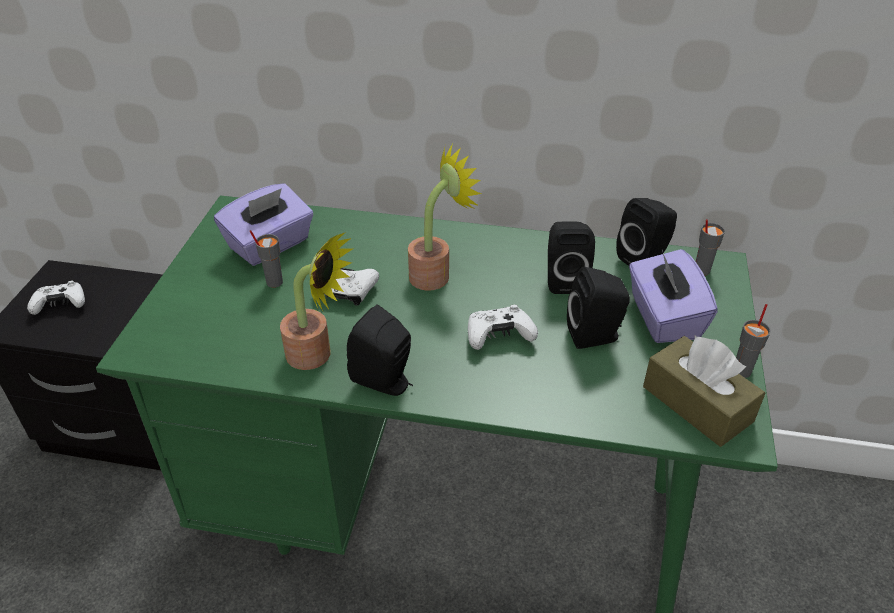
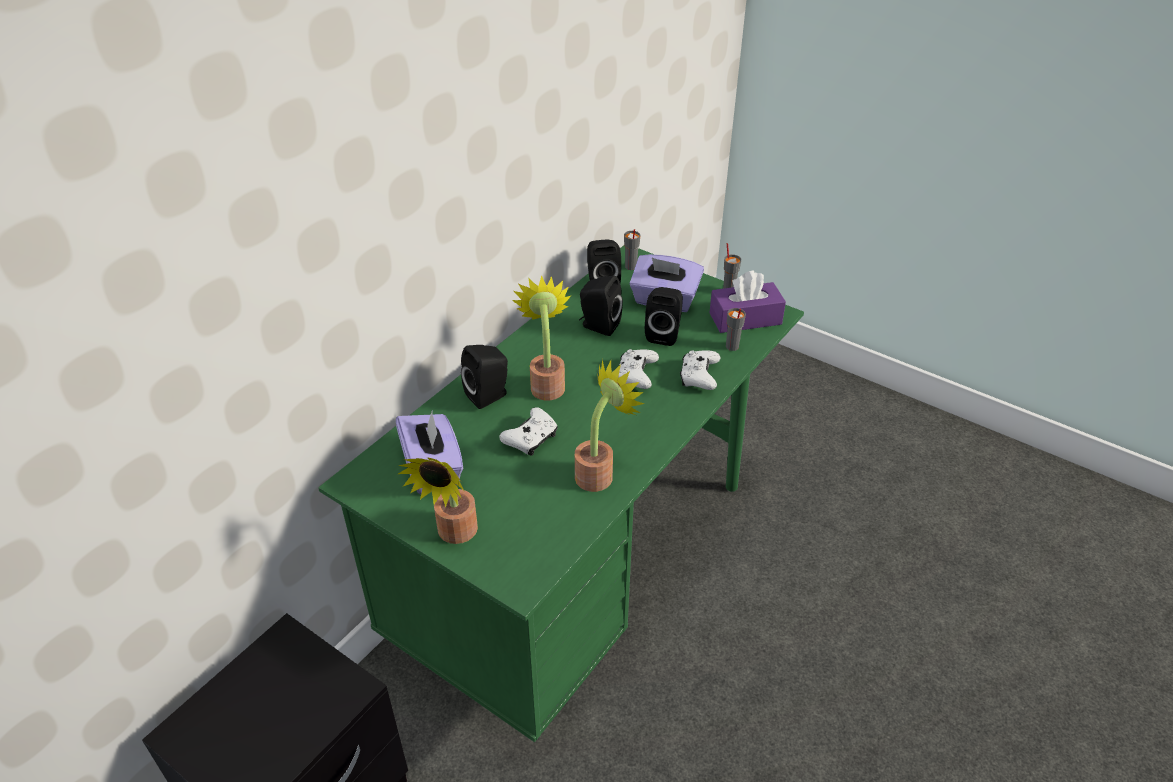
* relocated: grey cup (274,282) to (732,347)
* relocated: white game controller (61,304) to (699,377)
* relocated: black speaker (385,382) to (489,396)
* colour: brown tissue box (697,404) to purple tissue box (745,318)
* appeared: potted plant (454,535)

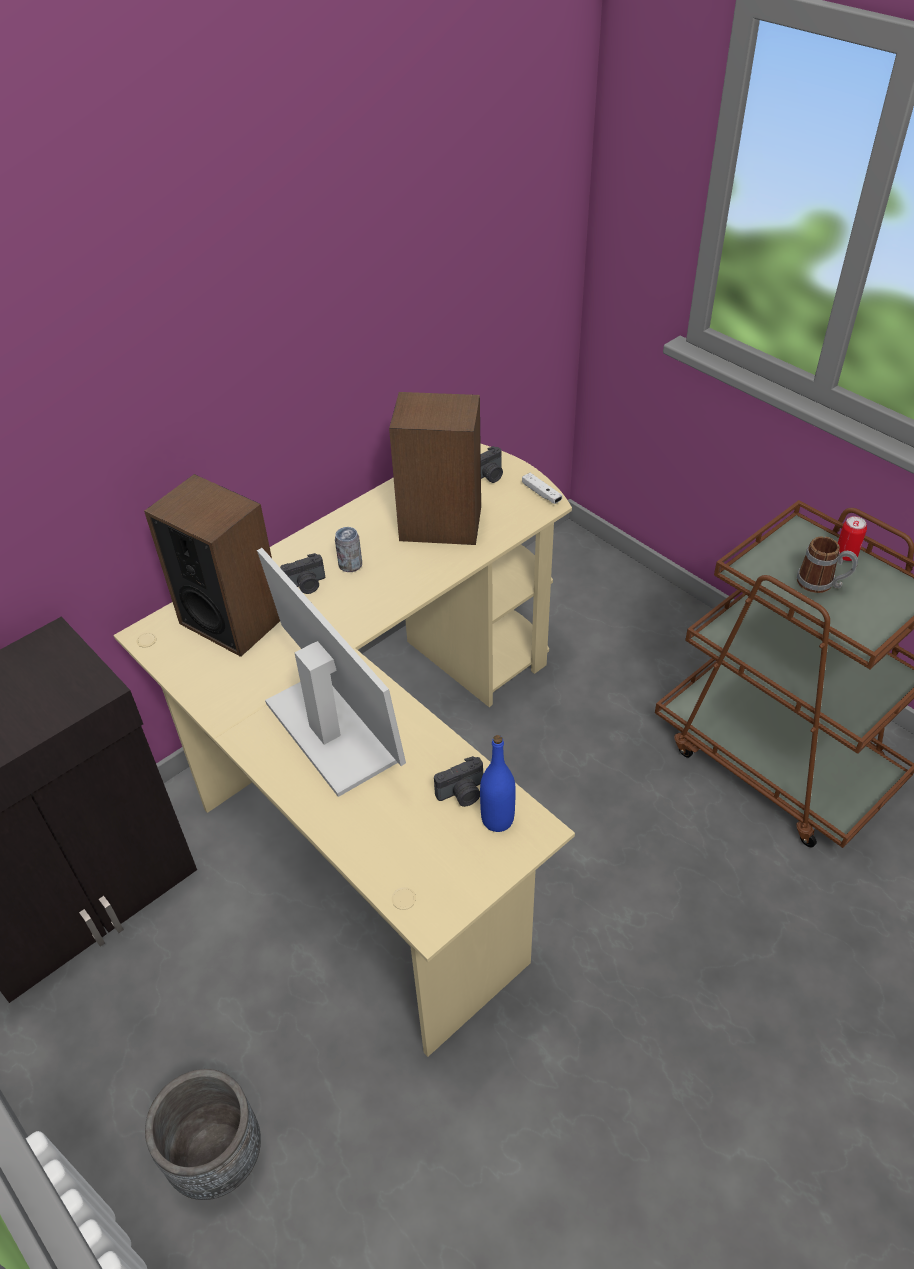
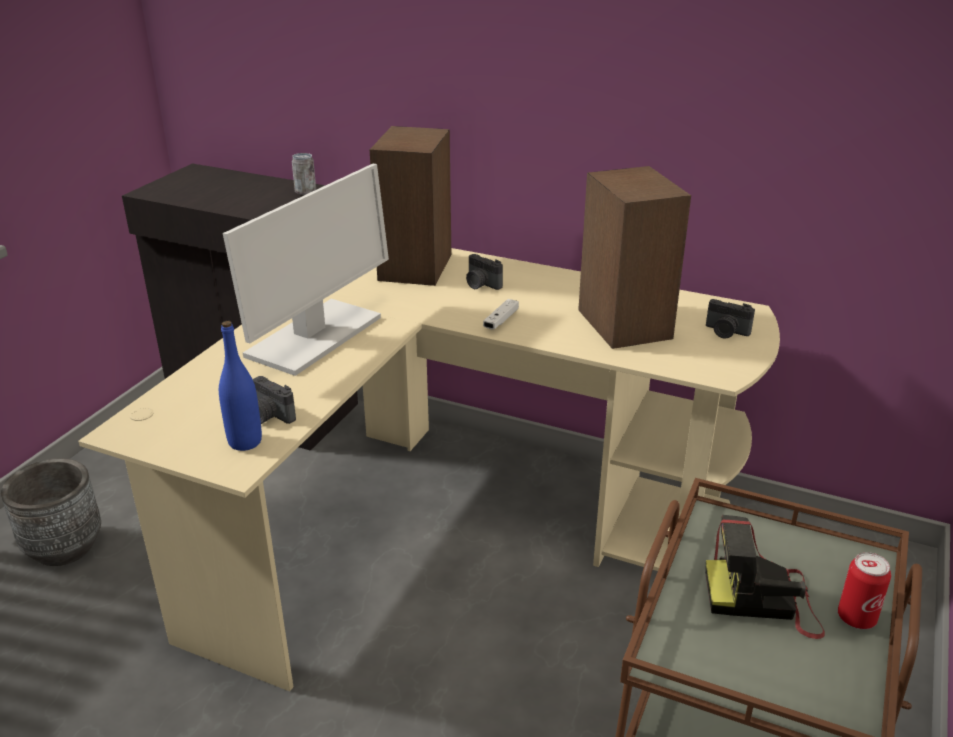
* relocated: white game controller (541,493) to (501,320)
* relocated: can (350,565) to (305,191)
* exchanged: mug (822,584) to photo camera (763,600)

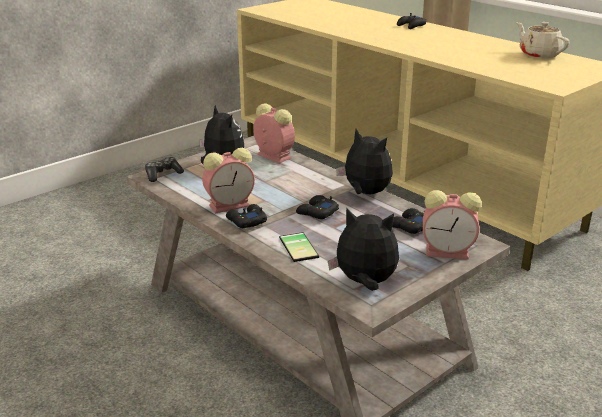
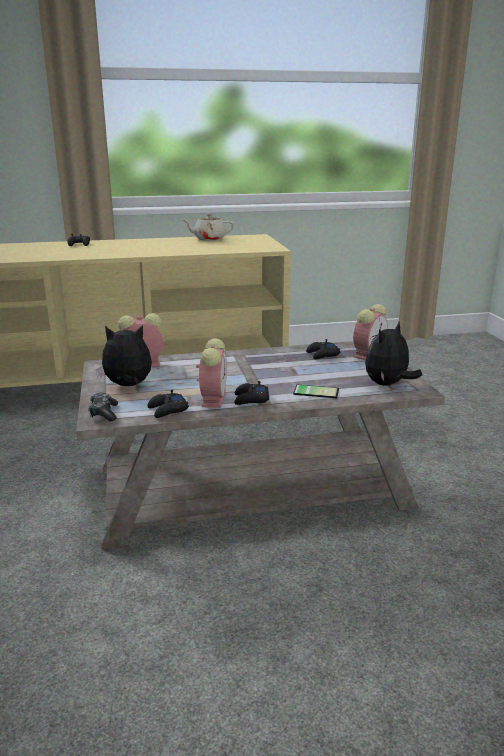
* missing: plush toy (365,193)
* relocated: black game controller (317,212) to (167,410)

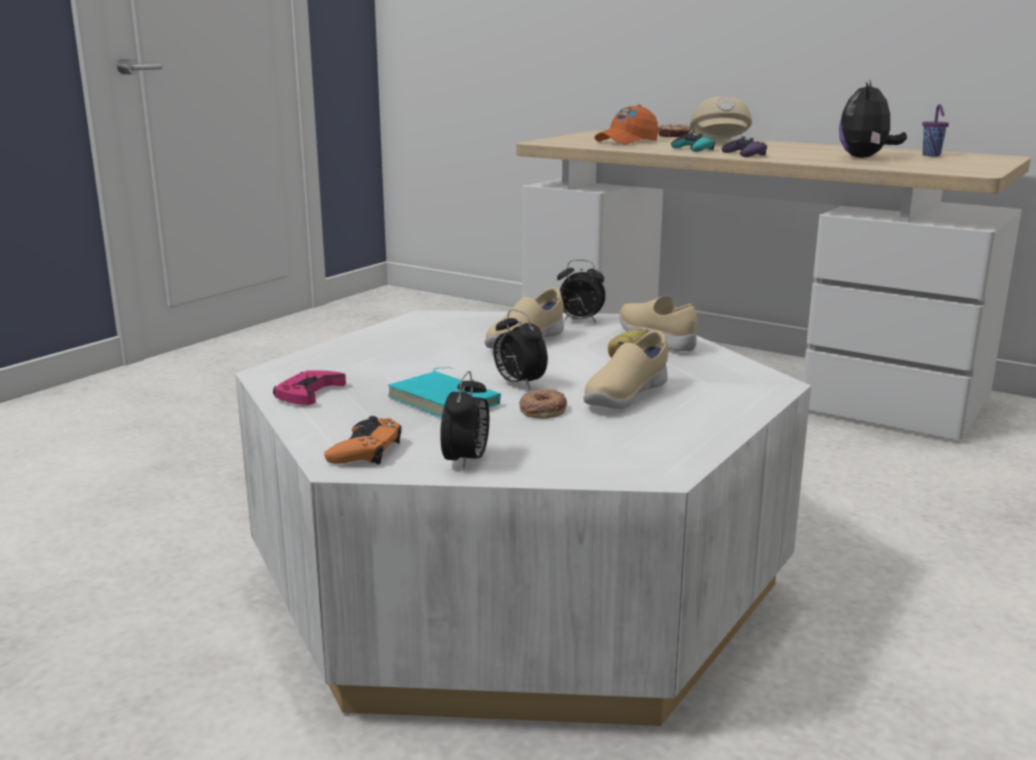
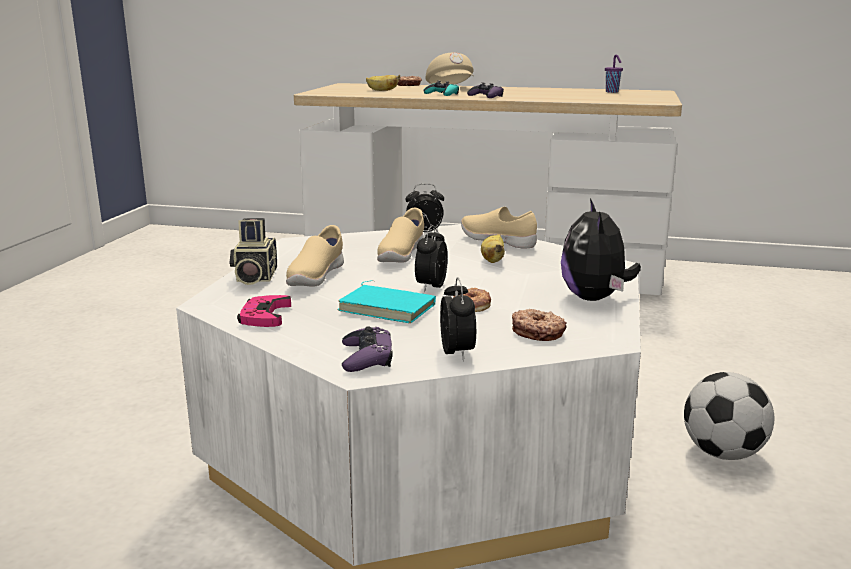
* relocated: plush toy (865,158) to (595,298)
* exchanged: orange cap (627,142) to banana (381,90)
* spun: alarm clock (518,384) = (431,287) 75 degrees clockwise
* relocated: beige shoe (625,397) to (315,278)
* colour: orange game controller (365,451) to purple game controller (366,357)
* appeared: photo camera (253,277)
* appeared: donut (537,332)
* appeared: football (723,454)

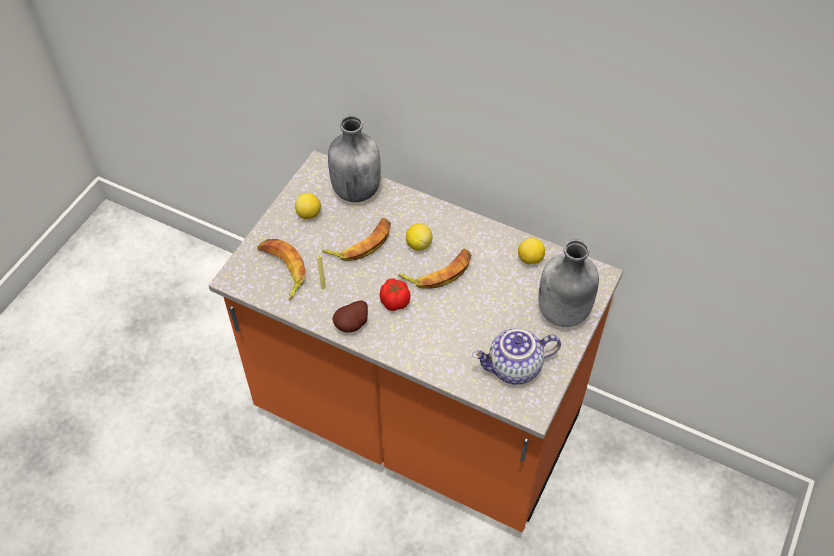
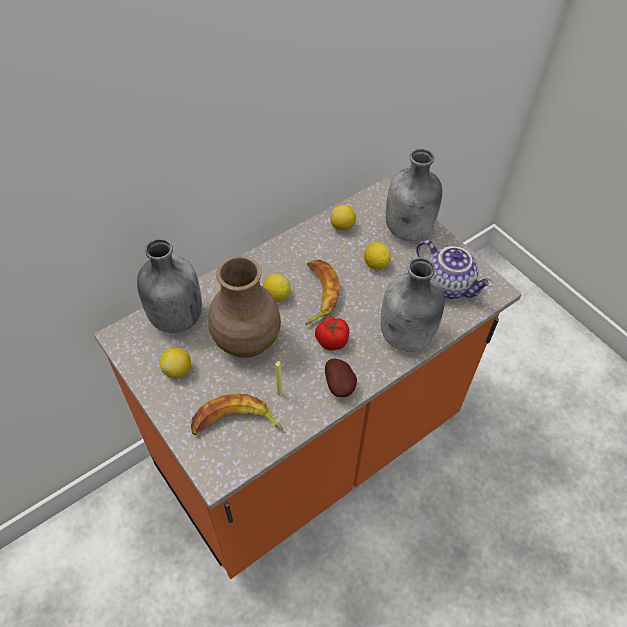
* exchanged: banana (361,243) to brown vase (245,340)
* spun: teapot (514,368) = (449,285) 60 degrees counterclockwise
* appeared: lemon (376,264)
* appeared: grey bottle (407,336)

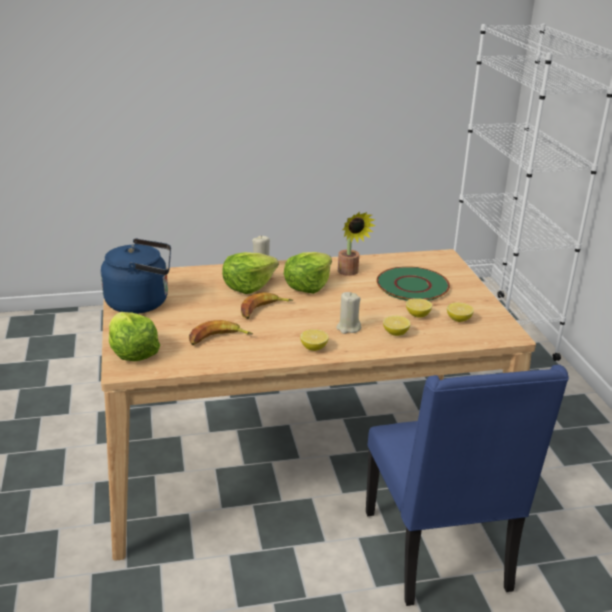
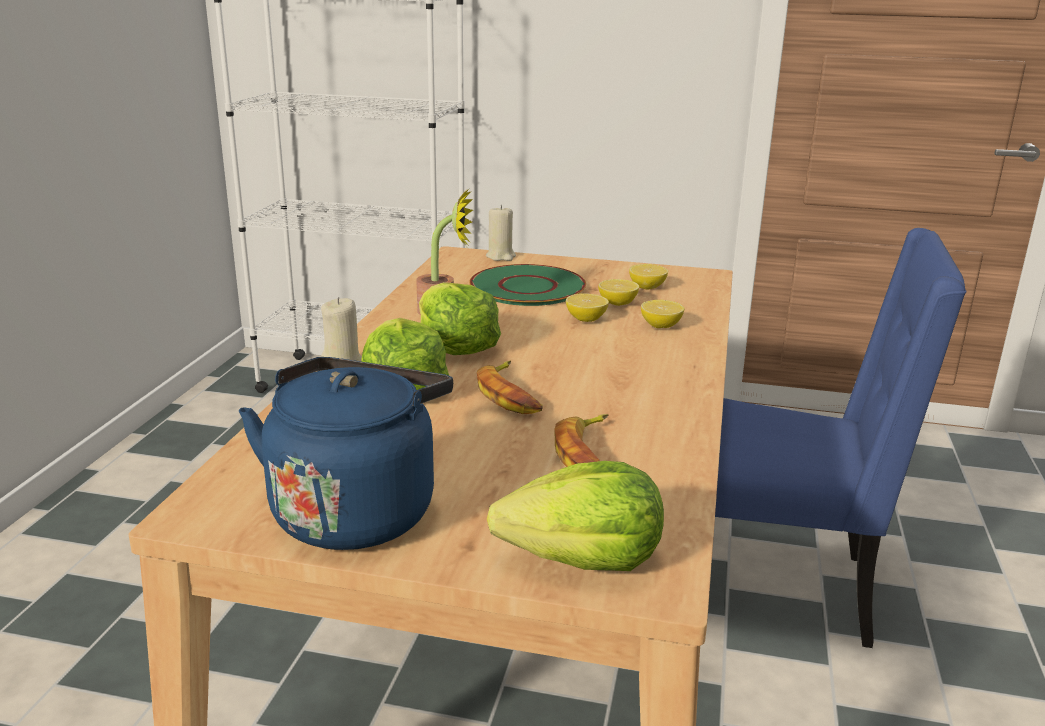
* relocated: beige candle (348,328) to (501,256)
* relocated: lemon (314,348) to (586,319)

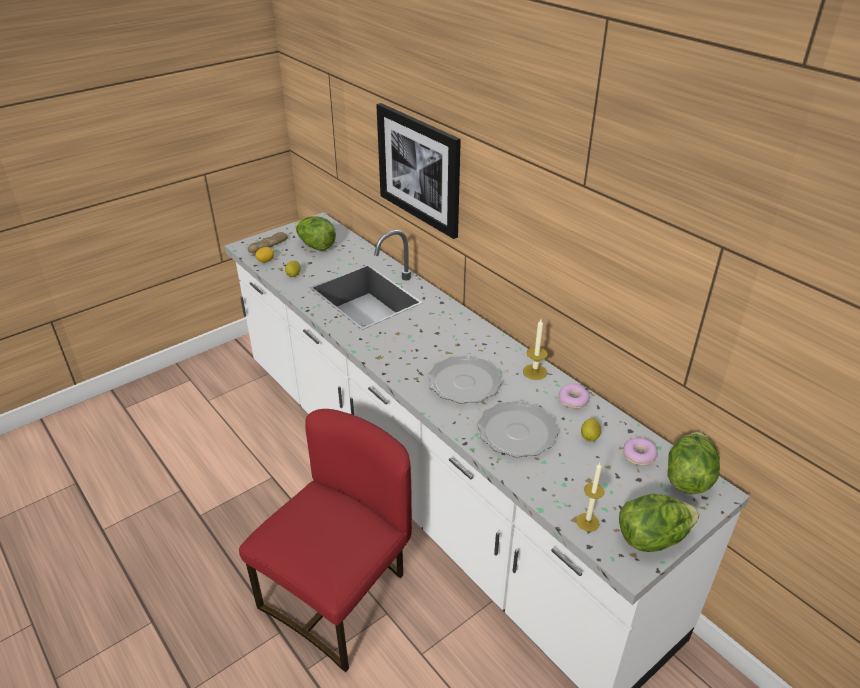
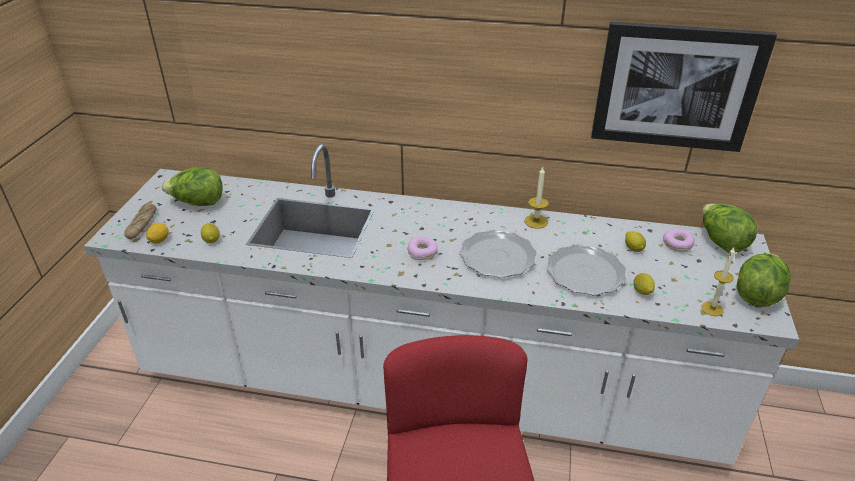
* relocated: picture (419,169) to (676,87)
* relocated: donut (573,400) to (422,252)
* appeared: lemon (642,292)

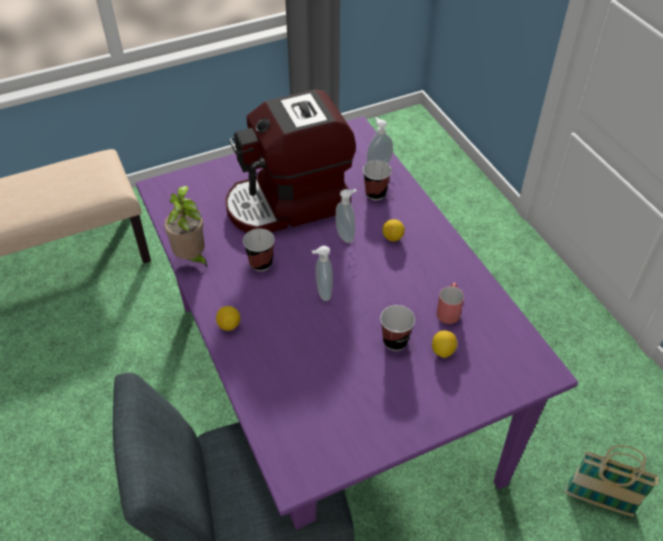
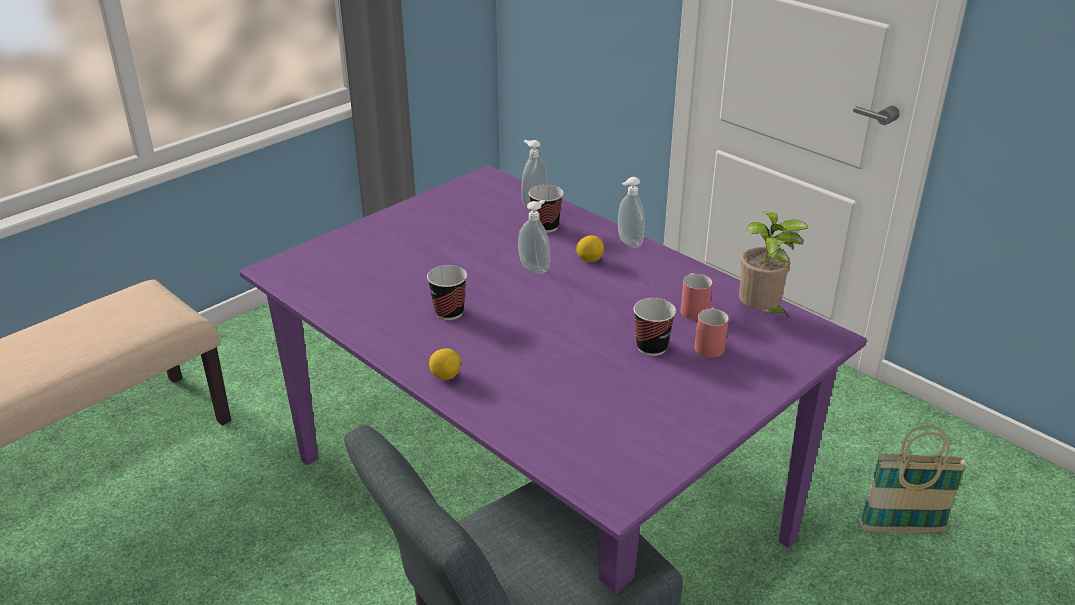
* missing: coffee machine (289,204)
* relocated: potted plant (192,258) to (761,314)
* relocated: soap dispenser (322,292) to (628,243)
* exchanged: lemon (443,351) to red mug (709,344)

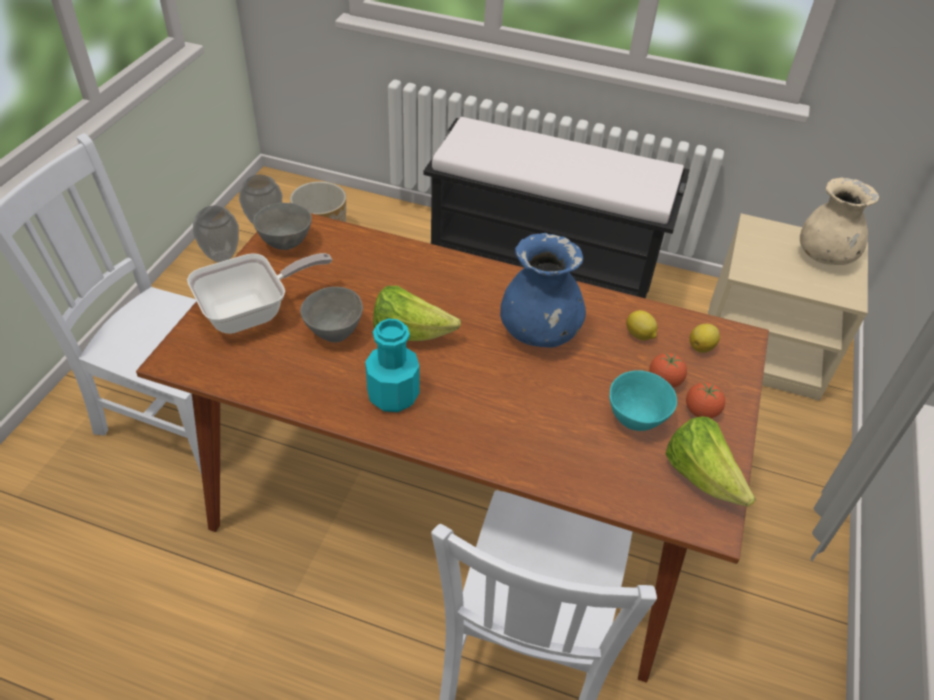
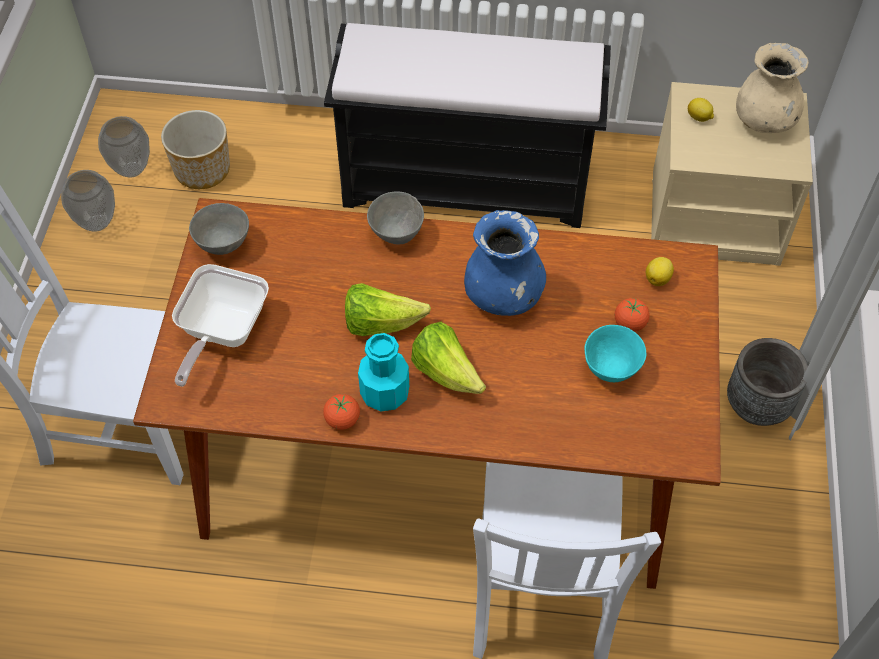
* spun: frying pan (253,313) = (221,333) 150 degrees clockwise
* relocated: grey bowl (334,332) to (396,234)
* relocated: lemon (639,335) to (699,118)
* relocated: tomato (701,411) to (342,420)
* relocated: lettuce (701,477) to (446,372)
* appeared: grey planter (757,405)

